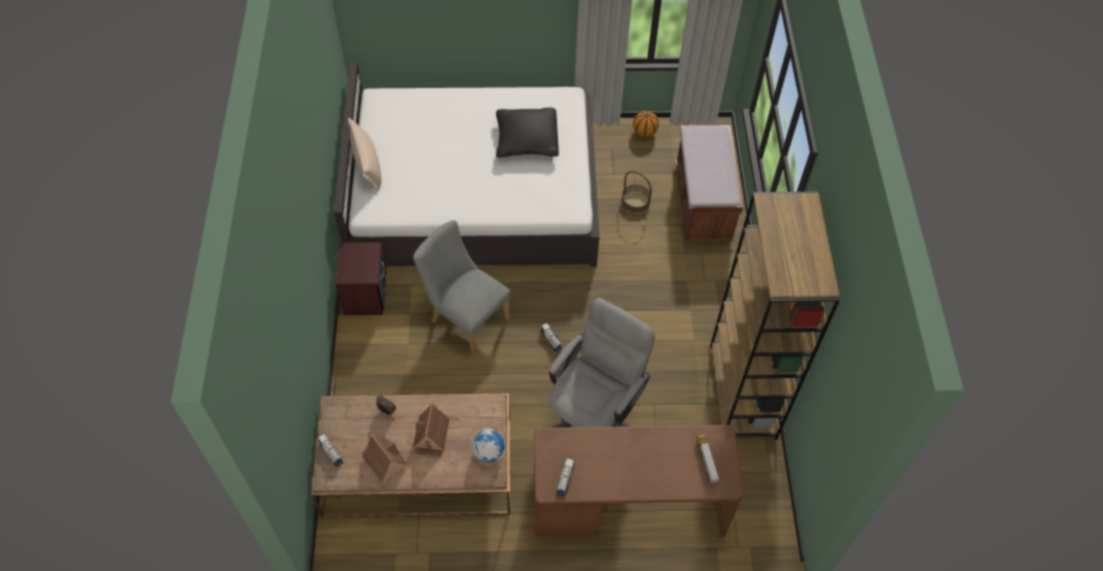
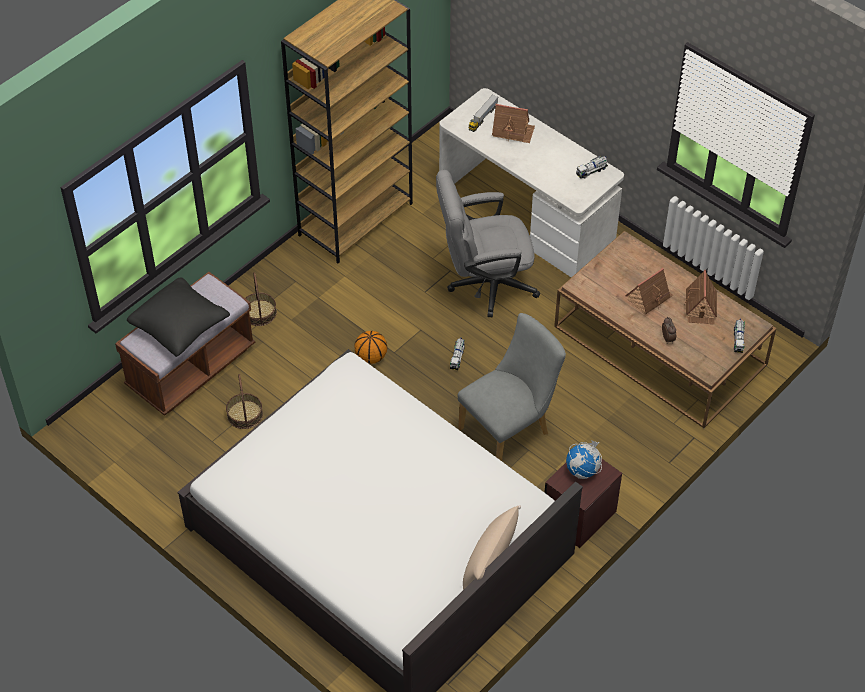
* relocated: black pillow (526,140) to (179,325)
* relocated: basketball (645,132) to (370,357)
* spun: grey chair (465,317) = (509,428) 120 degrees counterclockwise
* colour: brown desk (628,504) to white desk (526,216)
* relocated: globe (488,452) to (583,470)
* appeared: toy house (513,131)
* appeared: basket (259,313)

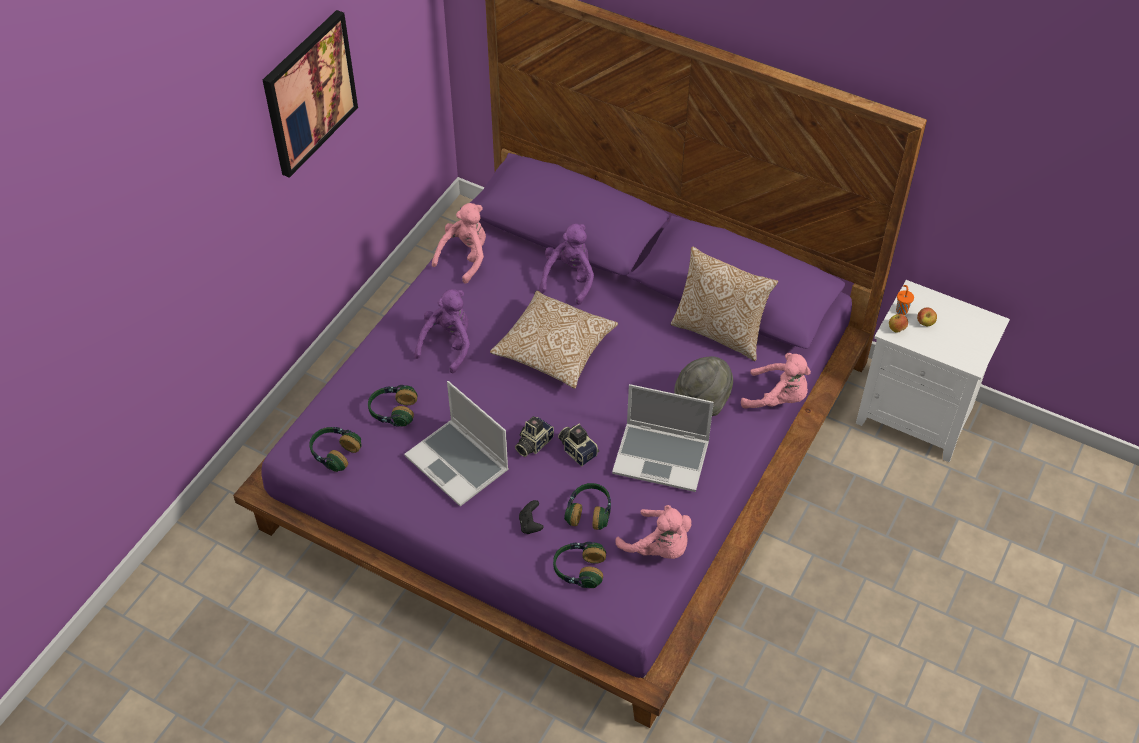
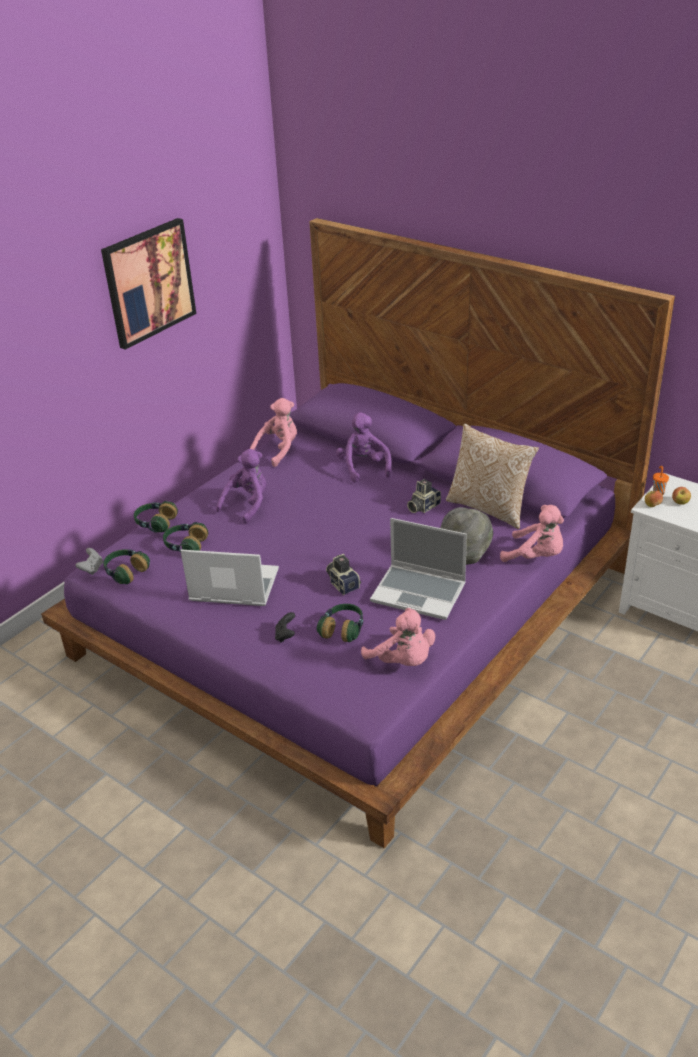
* spun: purple plush toy (569,279) = (363,467) 45 degrees counterclockwise
* missing: pillow (554,350)
* spun: laptop (459,464) = (233,586) 135 degrees clockwise
* relocated: photo camera (533,443) to (422,506)
* relocated: headphones (578,570) to (155,523)
* appeared: grey game controller (92,569)

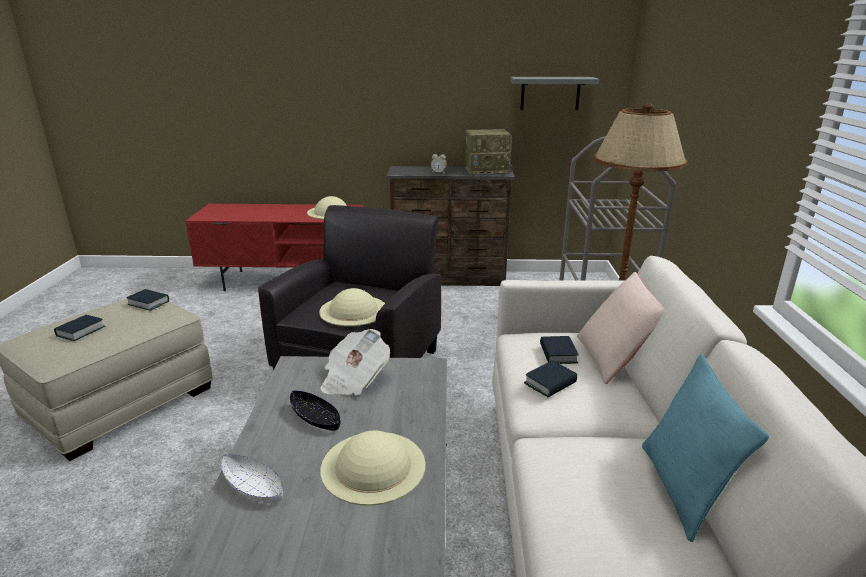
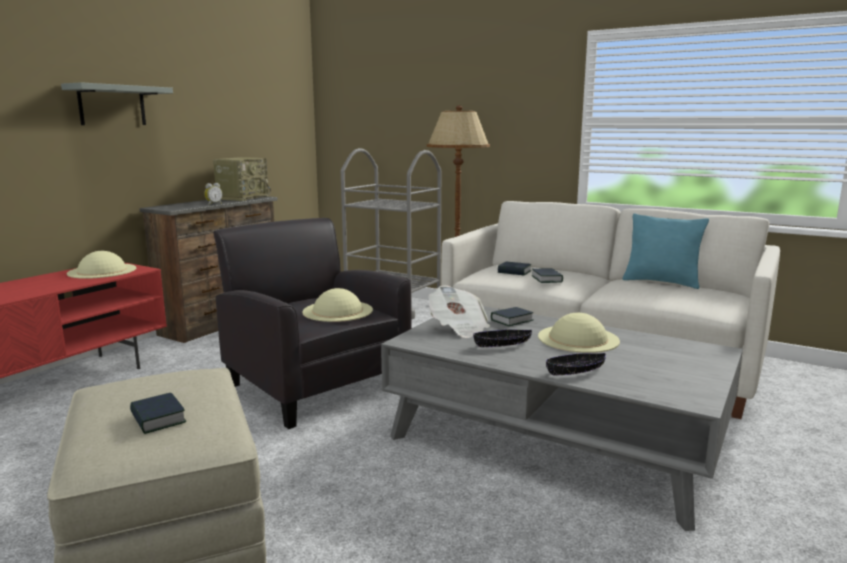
* relocated: grey shelf (550,93) to (112,105)
* missing: beige pillow (616,358)
* relocated: book (148,303) to (511,320)
* colour: white bowl (253,487) to black bowl (575,371)

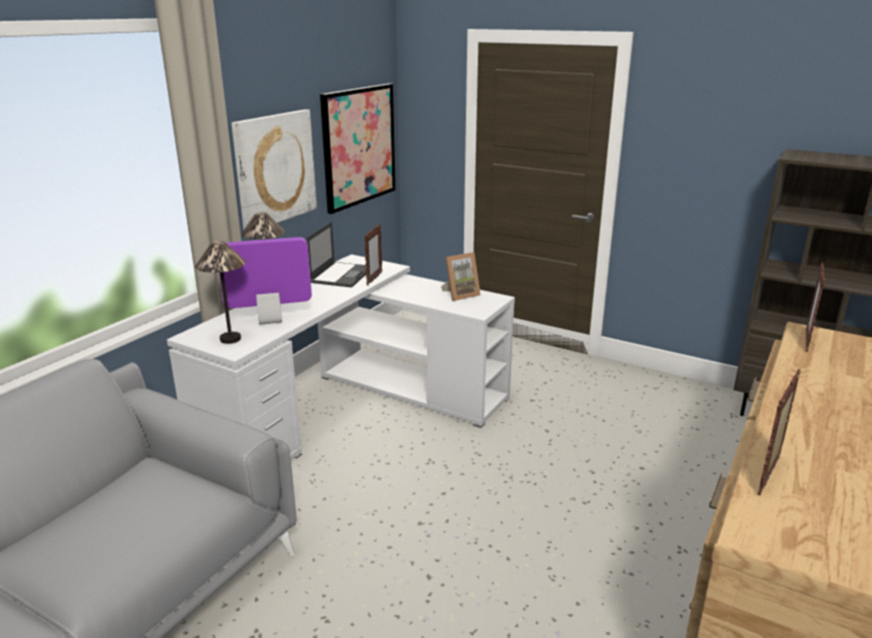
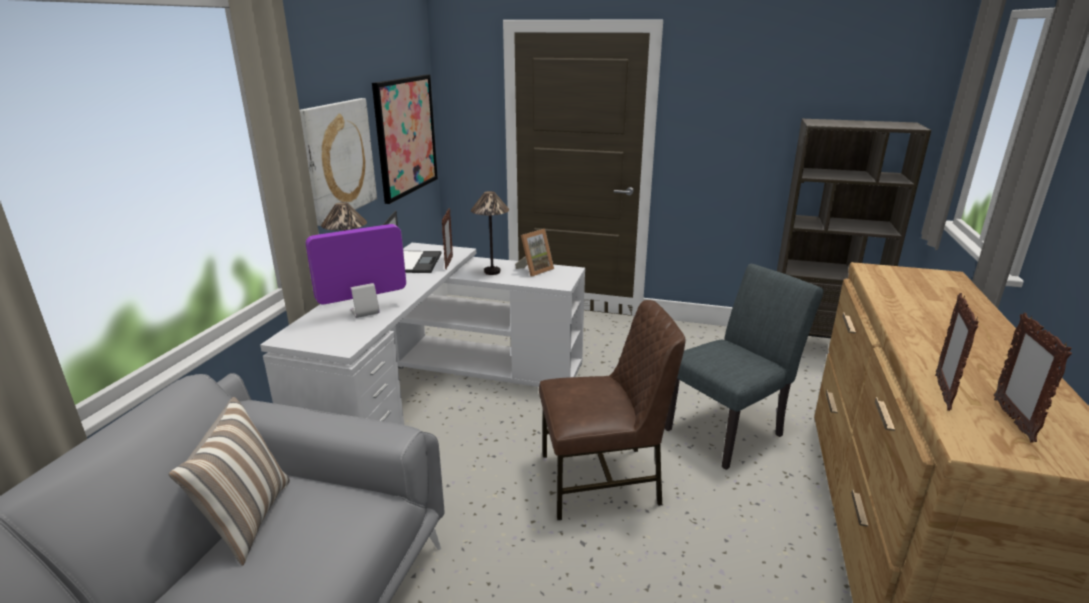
* relocated: table lamp (230,339) to (492,271)
* relocated: picture frame (806,340) to (1012,420)
* appeared: grey chair (730,429)
* appeared: brown chair (602,480)
* appeared: pillow (246,520)

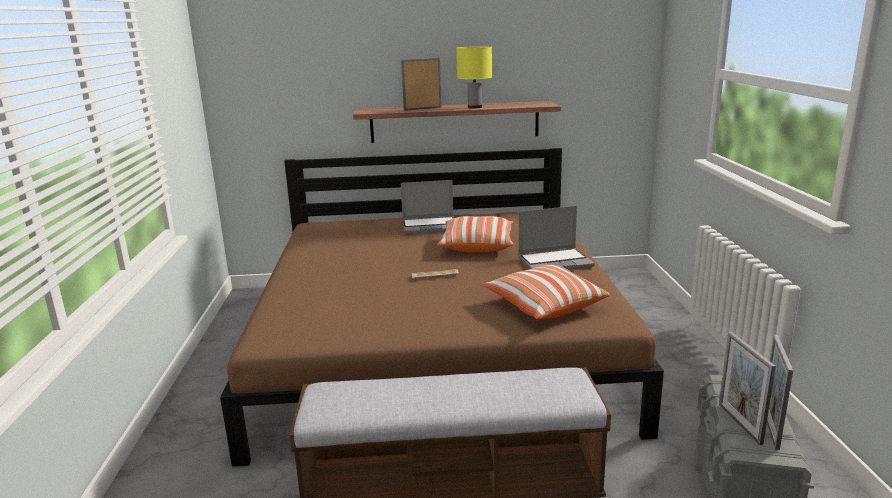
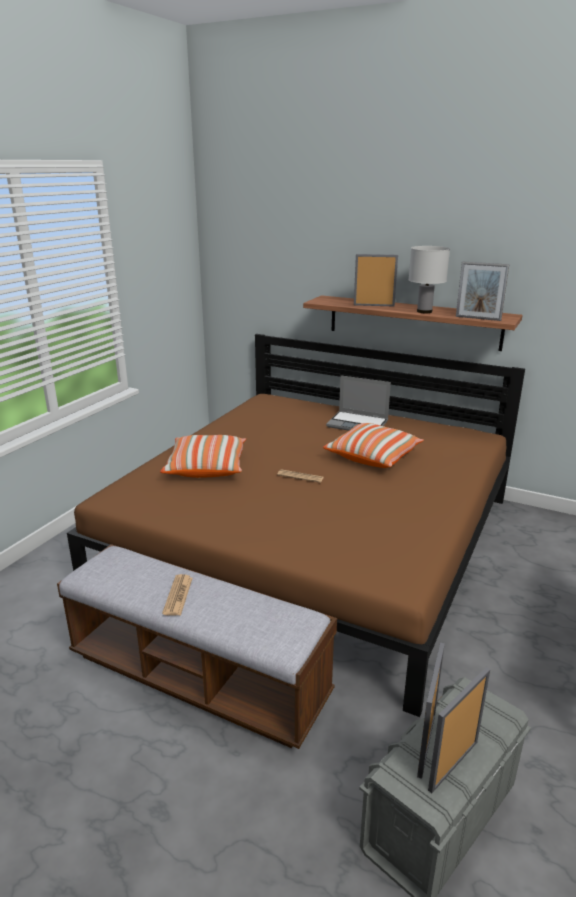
* colour: yellow table lamp (474,107) to white table lamp (424,311)
* missing: laptop (555,262)
* relocated: pillow (544,306) to (206,467)
* appeared: picture frame (478,318)
* appeared: newspaper (178,595)

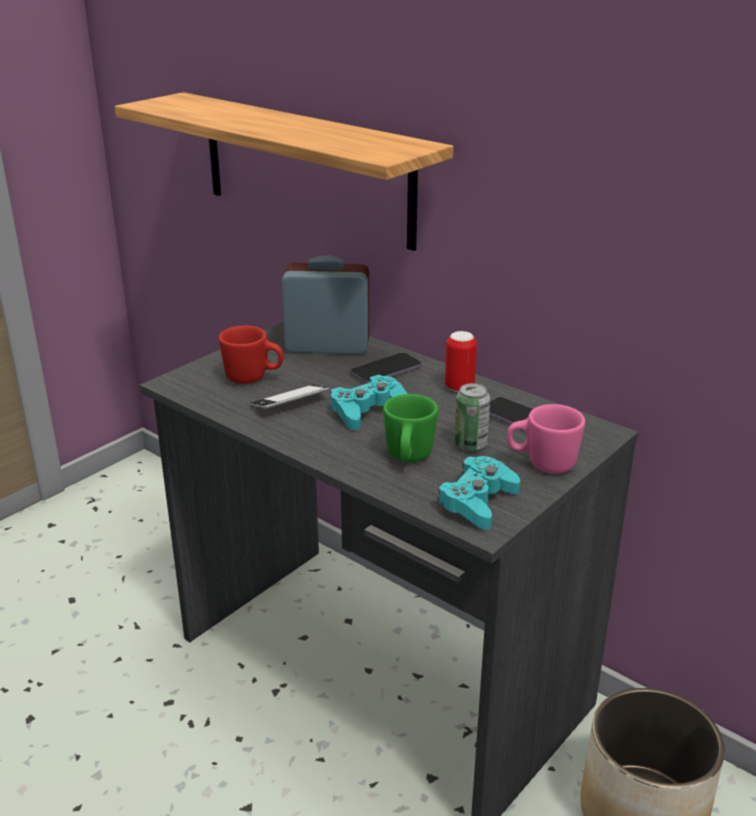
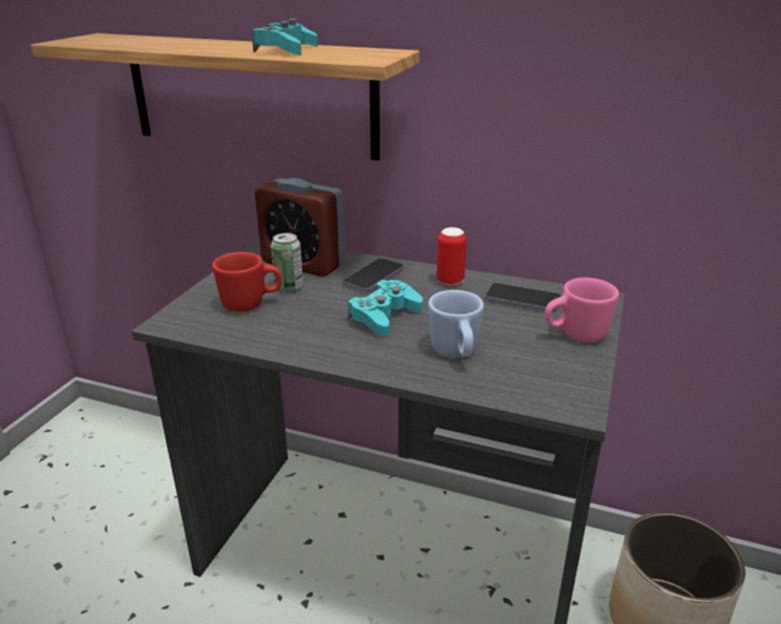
* spun: alarm clock (327,346) = (303,263) 135 degrees counterclockwise
* relocated: can (470,445) to (289,287)
* missing: phone (289,403)
* colour: green mug (408,458) to blue mug (456,354)
* relocated: turquoise game controller (477,501) to (286,50)

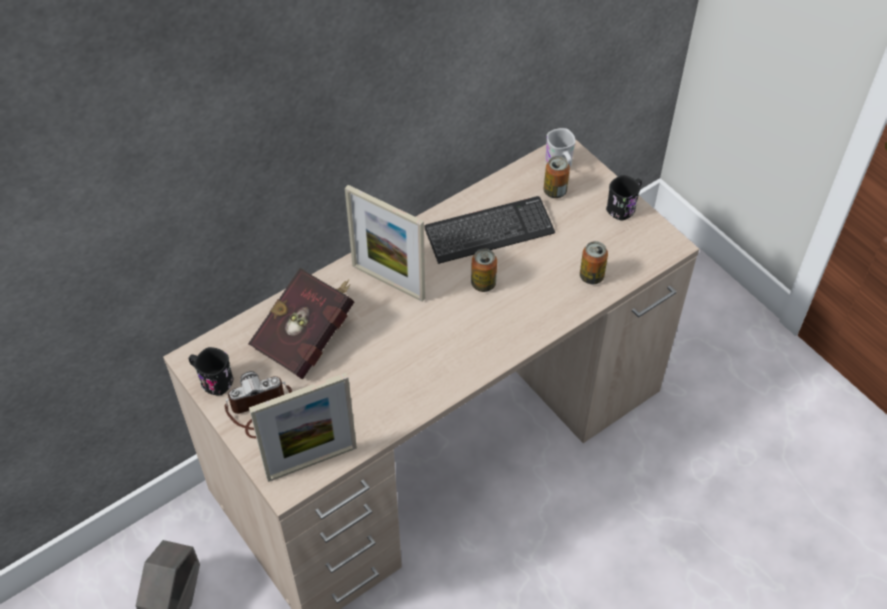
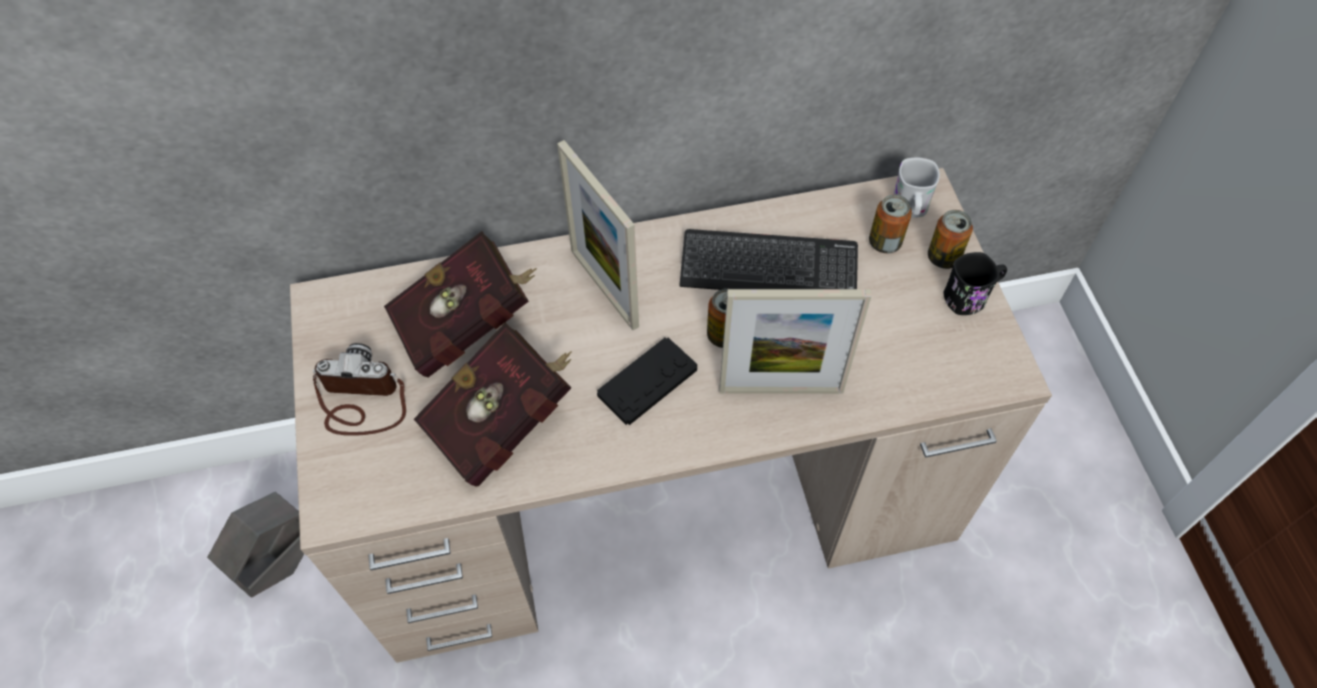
* relocated: can (591,276) to (943,257)
* missing: black mug (212,380)
* relocated: picture frame (311,462) to (781,390)
* appeared: red book (504,420)
* appeared: black game controller (647,382)

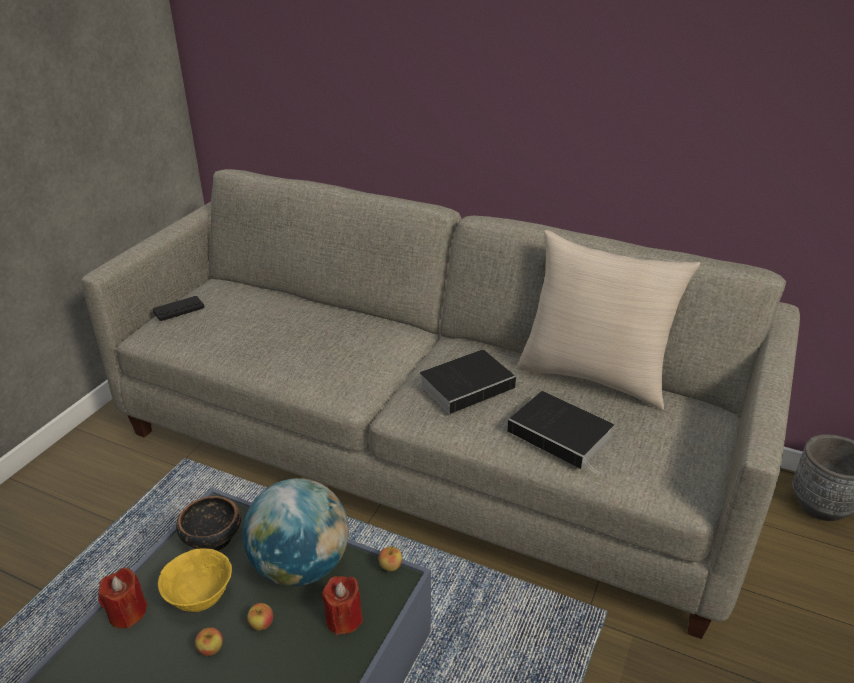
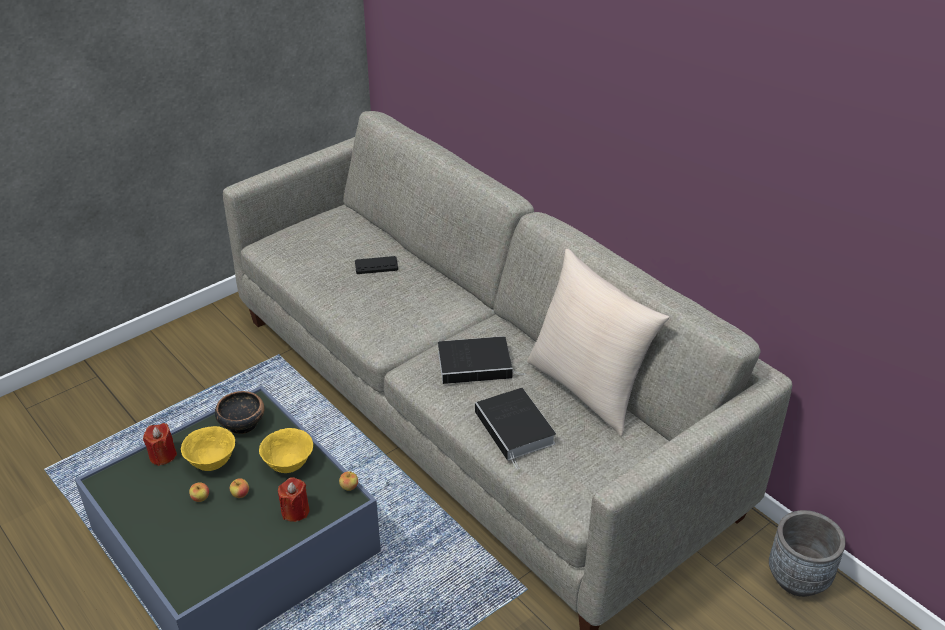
* relocated: black game controller (179,309) to (376,266)
* exchanged: globe (301,566) to yellow bowl (289,465)

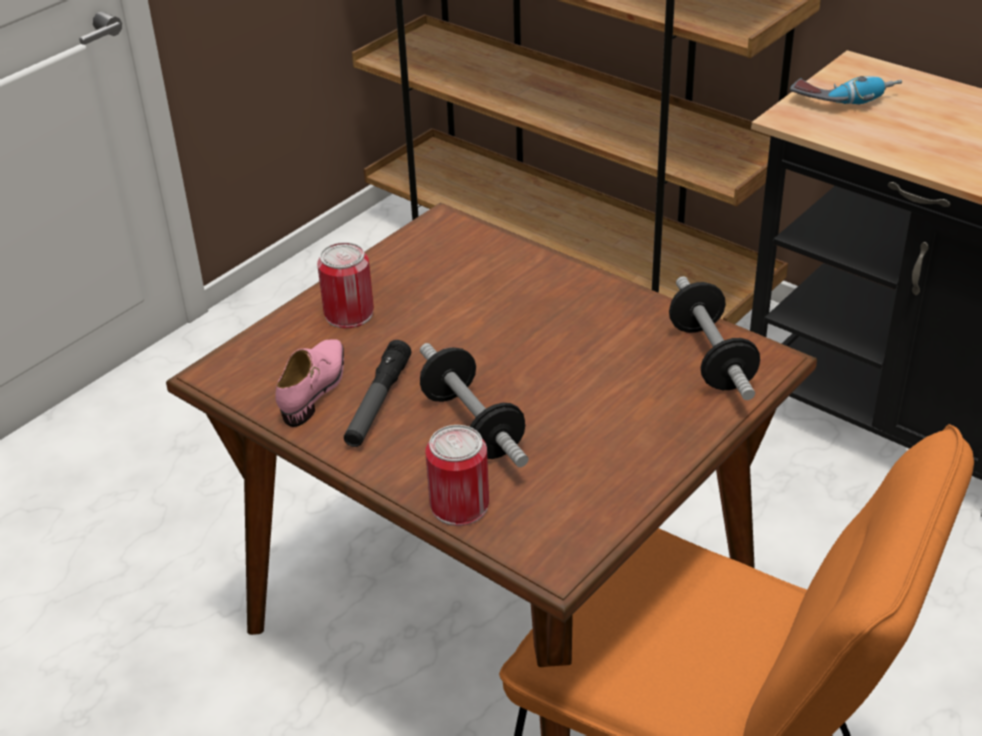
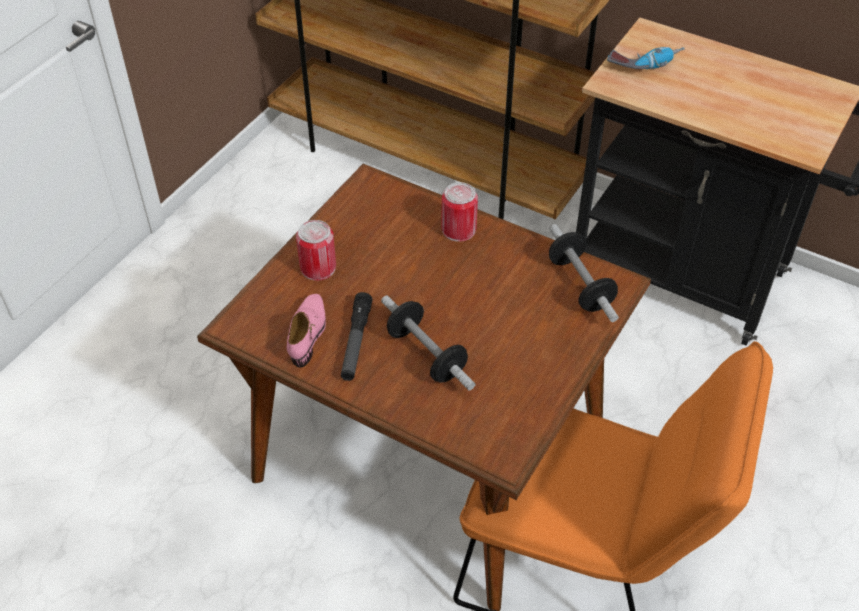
* relocated: can (459,505) to (458,229)

